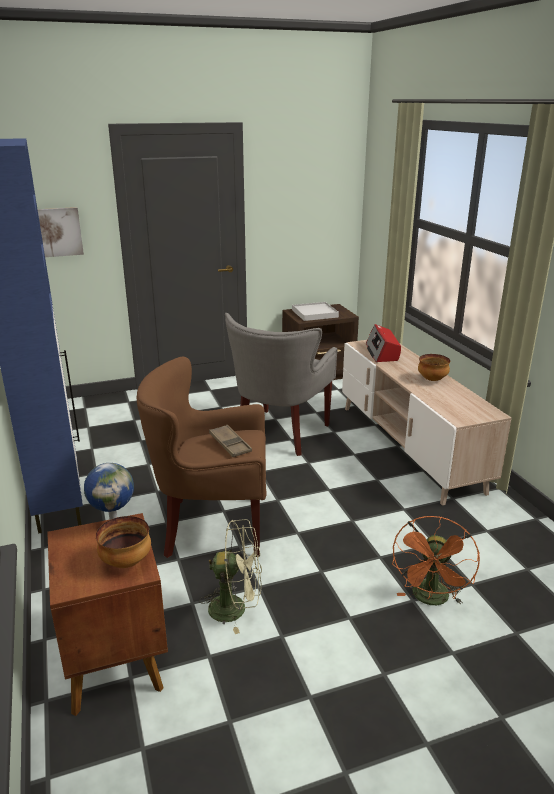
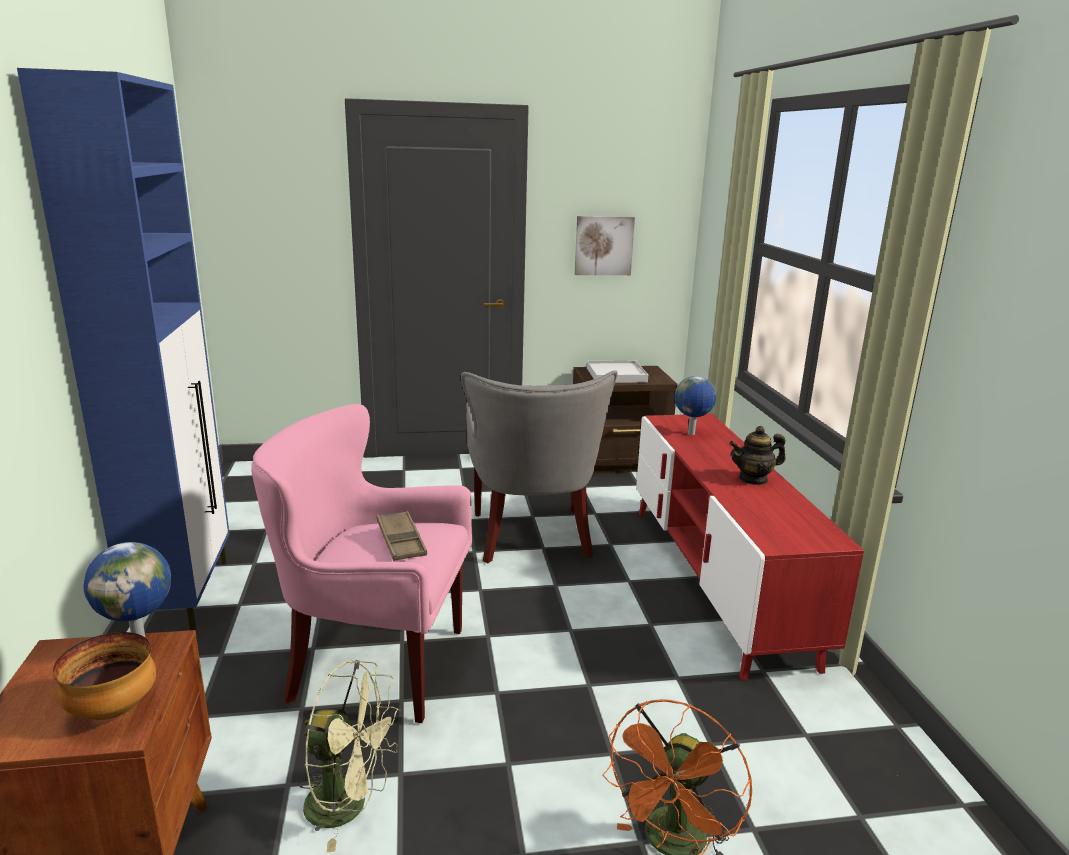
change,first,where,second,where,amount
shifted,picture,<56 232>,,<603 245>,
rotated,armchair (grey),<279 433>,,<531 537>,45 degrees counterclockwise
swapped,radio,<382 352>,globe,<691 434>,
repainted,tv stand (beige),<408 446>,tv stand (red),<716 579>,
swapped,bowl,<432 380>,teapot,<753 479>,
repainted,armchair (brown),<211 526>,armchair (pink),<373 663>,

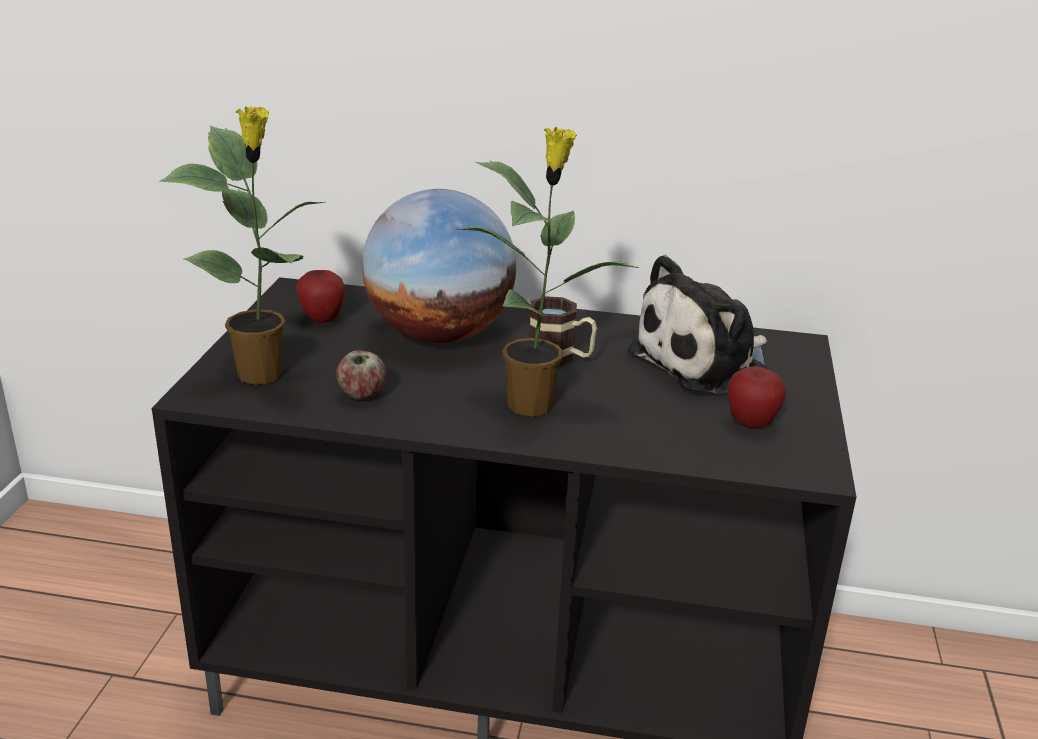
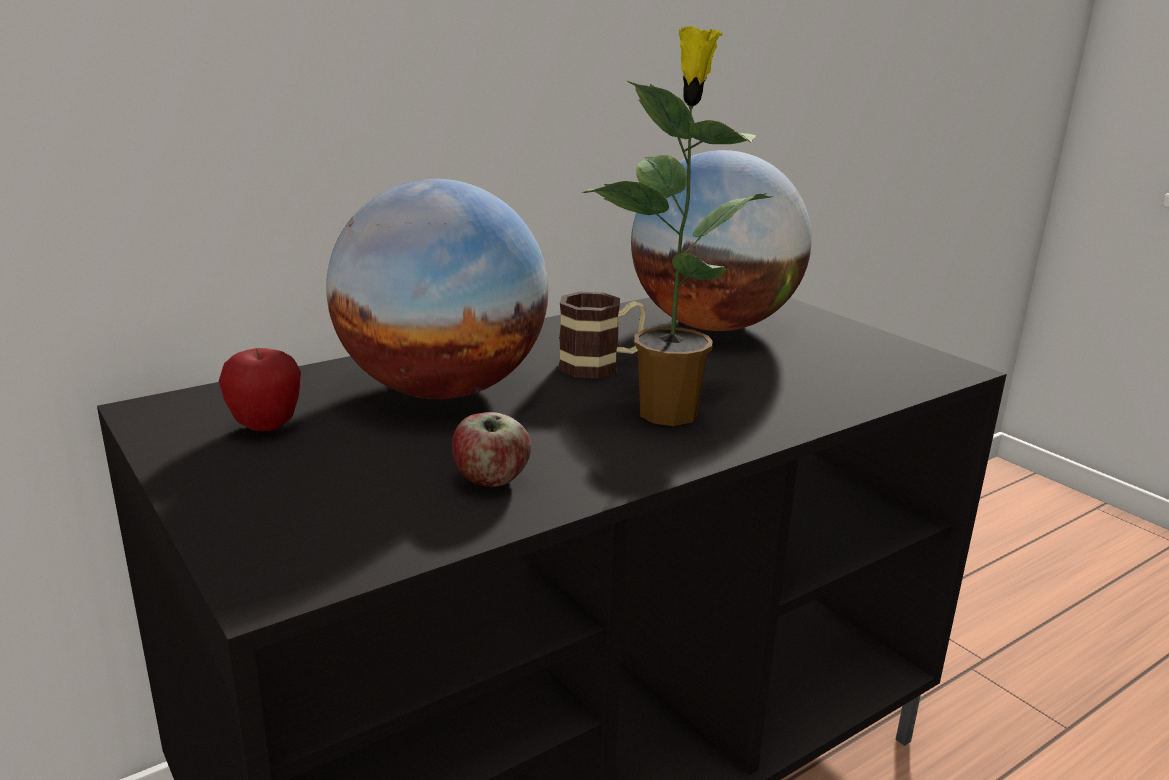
change,first,where,second,where,amount
gone,potted plant,<263 374>,,,
swapped,plush toy,<705 362>,globe,<713 326>,
gone,apple,<751 423>,,,

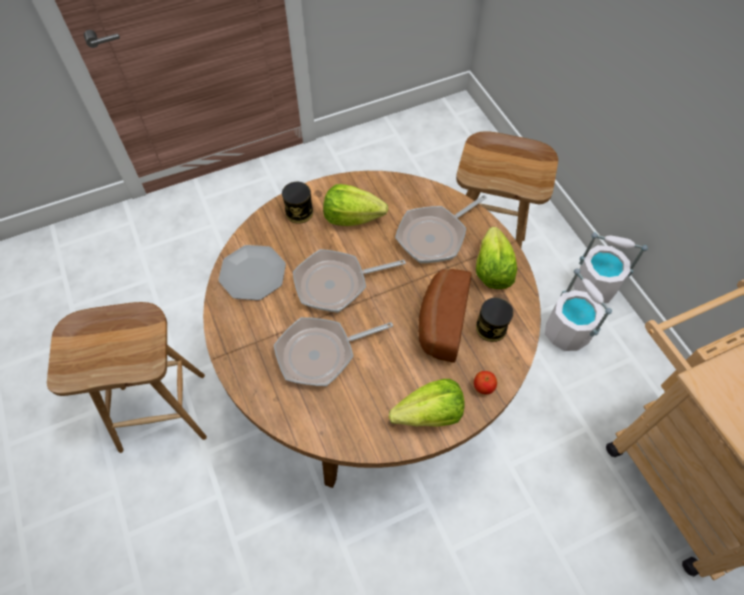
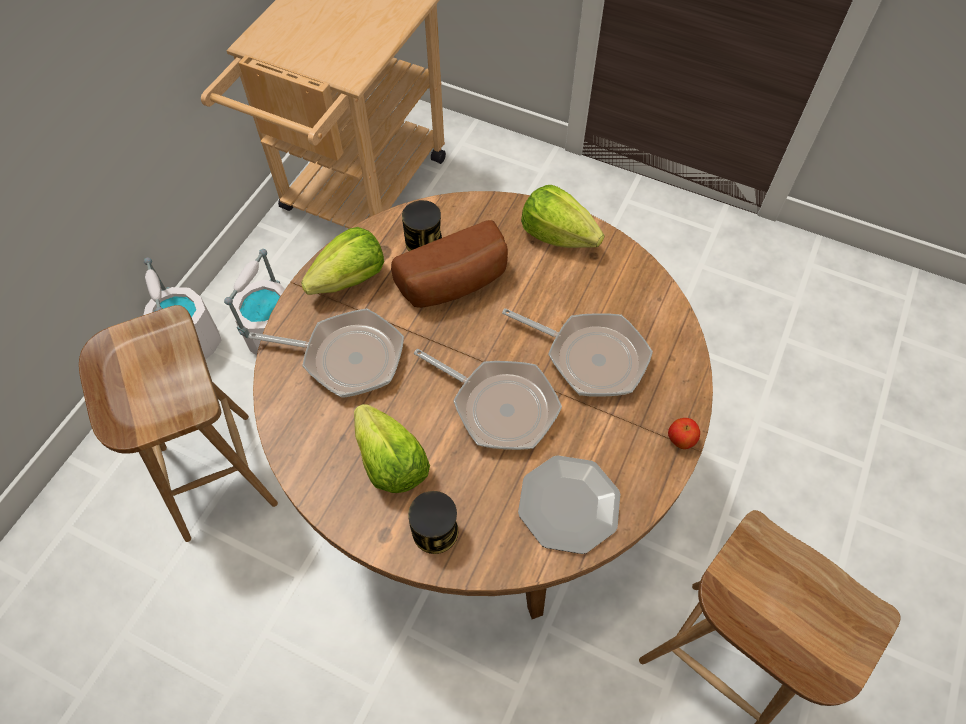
change,first,where,second,where,amount
shifted,apple,<483 387>,,<680 440>,

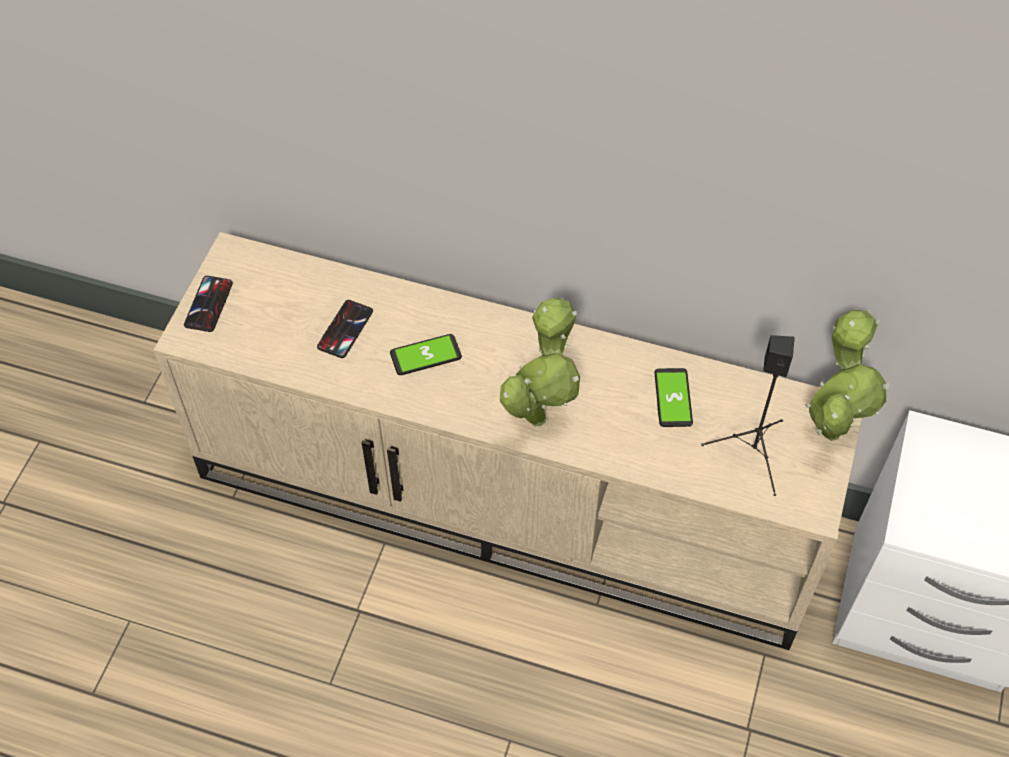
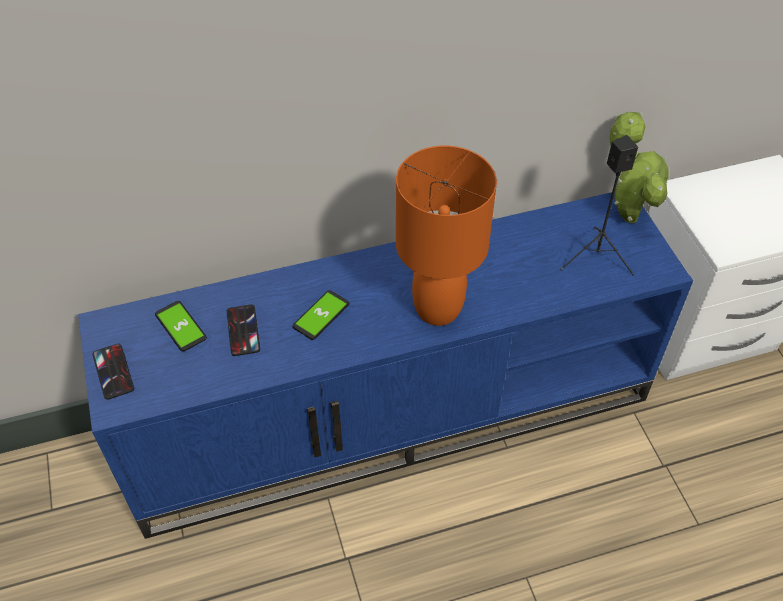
change,first,where,second,where,amount
repainted,tv stand (beige),<510 498>,tv stand (blue),<392 412>,
swapped,potted plant,<539 413>,table lamp (orange),<437 309>,
shifted,phone,<673 398>,,<180 326>,

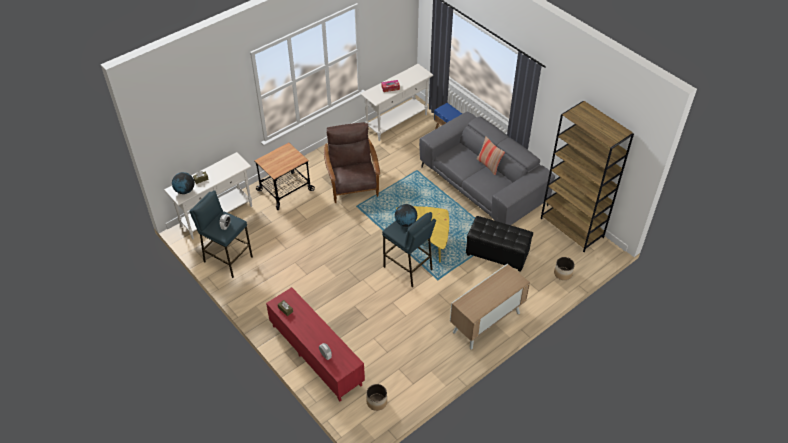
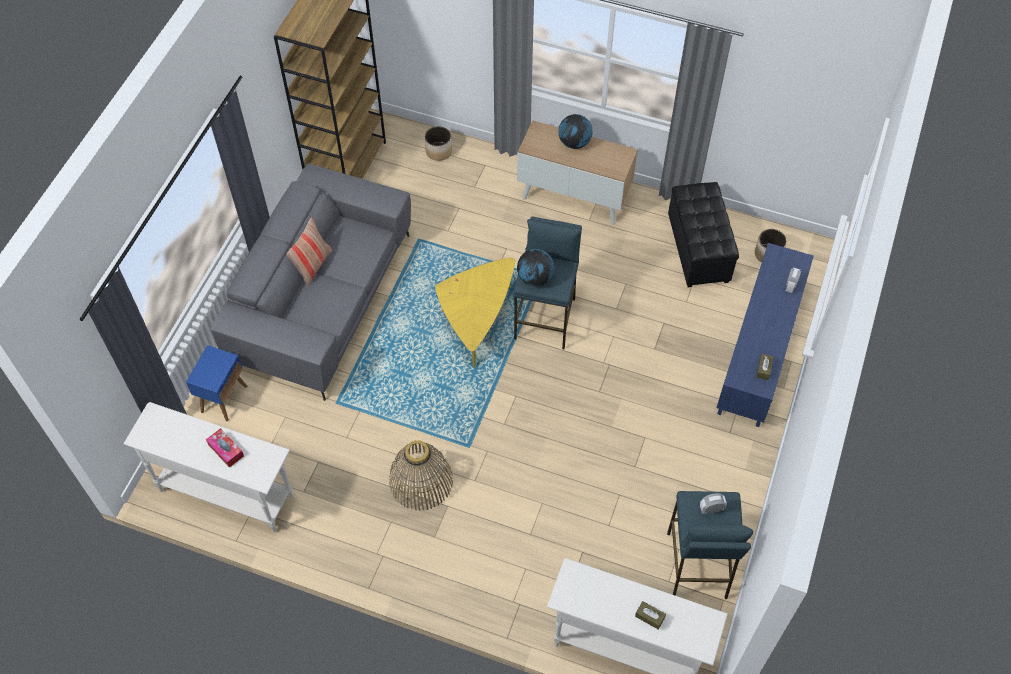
change,first,where,second,where,amount
swapped,armchair (brown),<352 183>,basket,<421 481>,
gone,cart,<285 190>,,,
shifted,globe,<185 191>,,<574 143>,
shifted,ottoman (black),<497 254>,,<699 250>,
repainted,tv stand (red),<316 355>,tv stand (blue),<759 350>,

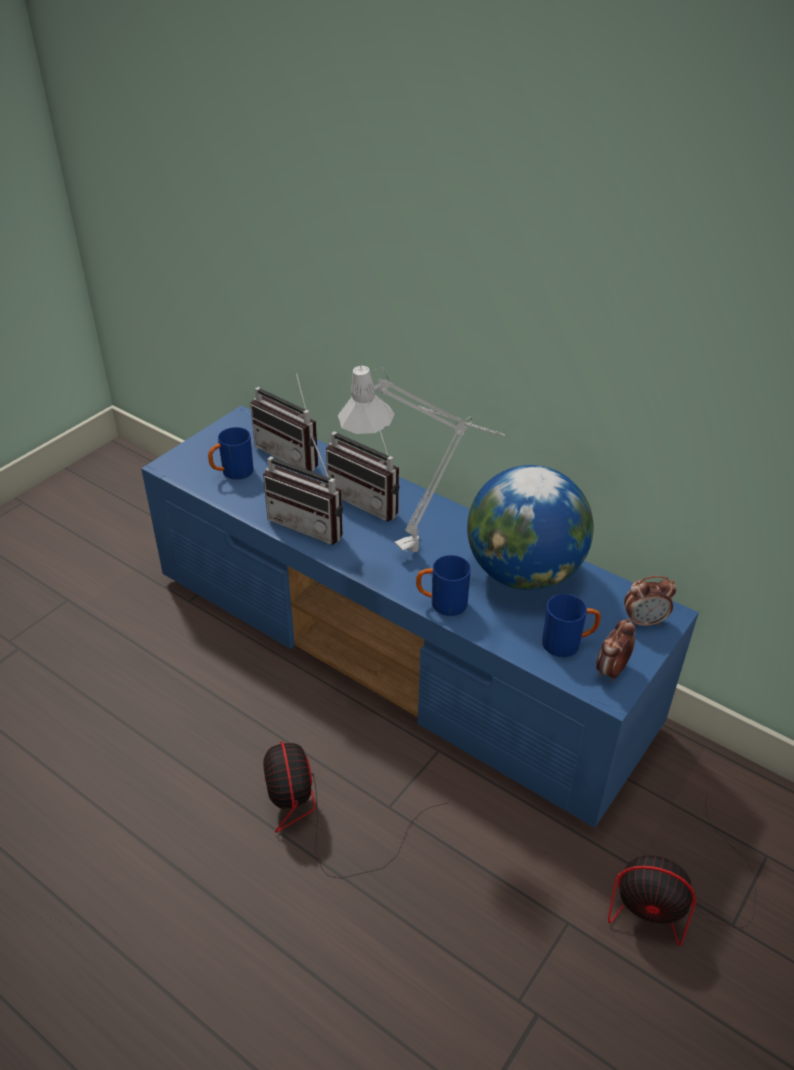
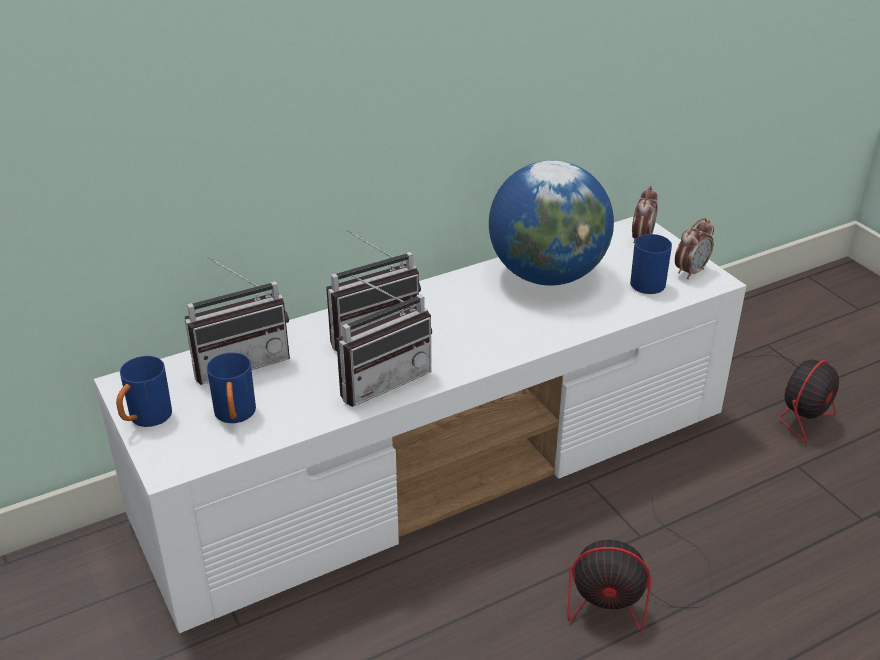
change,first,where,second,where,amount
gone,table lamp (grey),<424 547>,,,
repainted,tv stand (blue),<399 649>,tv stand (white),<442 466>,
shifted,mug (blue),<441 604>,,<145 419>,
rotated,alarm clock,<611 671>,,<690 272>,105 degrees counterclockwise

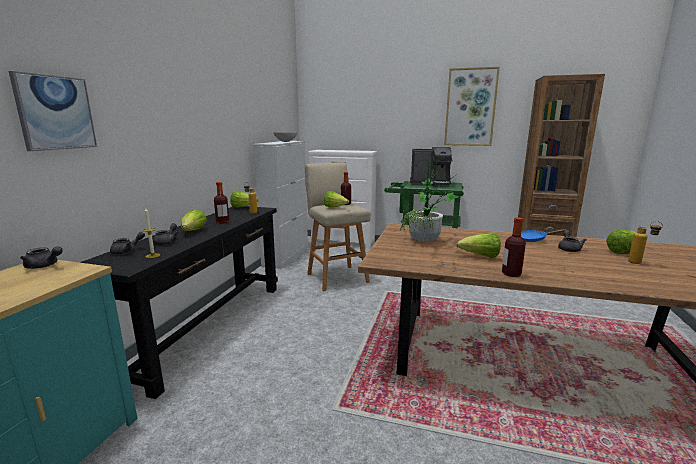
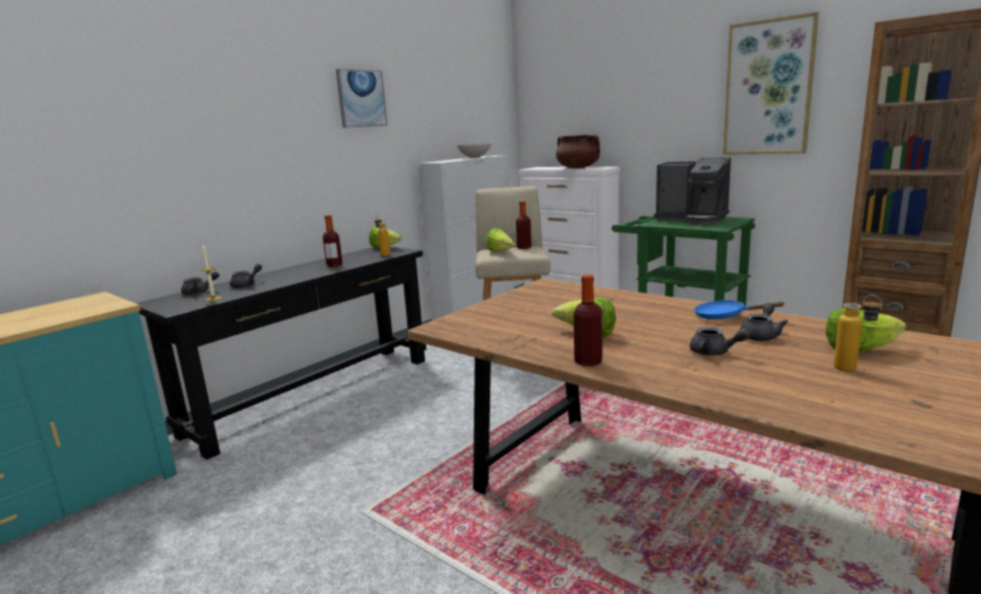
change,first,where,second,where,amount
shifted,picture,<55 113>,,<361 98>,
gone,potted plant,<426 242>,,,
gone,lettuce,<193 232>,,,
shifted,teapot (grey),<44 266>,,<714 353>,
new,,,cooking pot (brown),<578 168>,

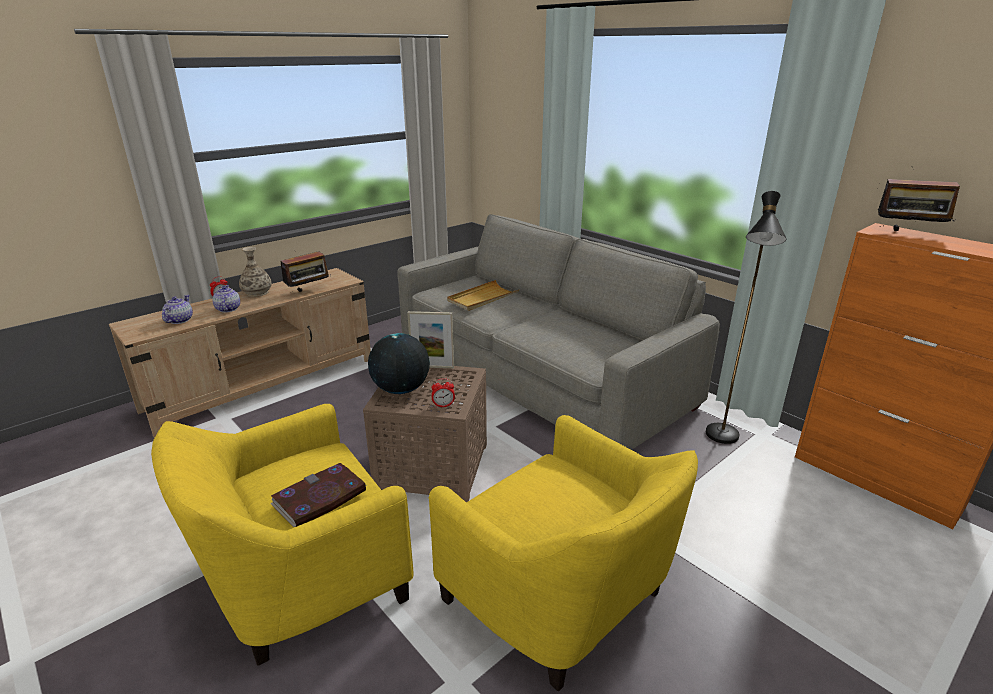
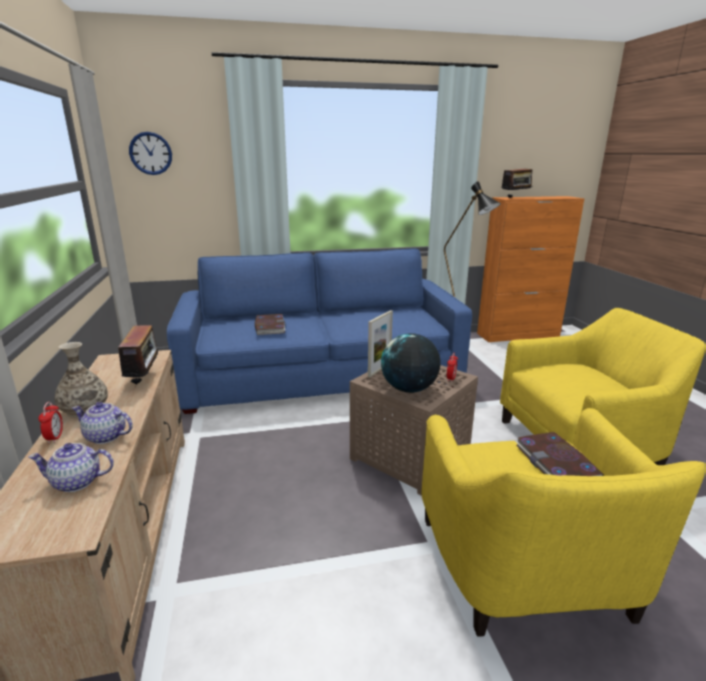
change,first,where,second,where,amount
repainted,sofa (grey),<539 372>,sofa (blue),<321 374>,
swapped,tray (beige),<482 298>,book,<269 326>,
rotated,teapot,<179 320>,,<77 482>,45 degrees counterclockwise
new,,,wall clock,<150 153>,

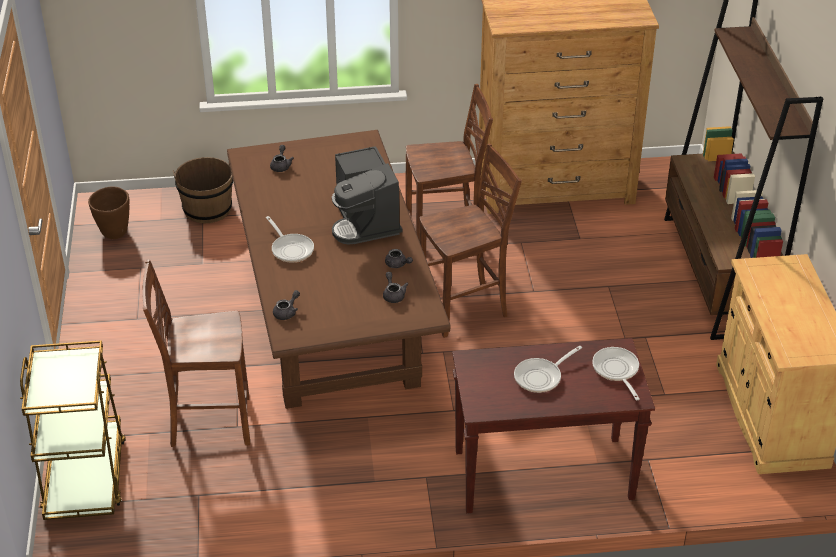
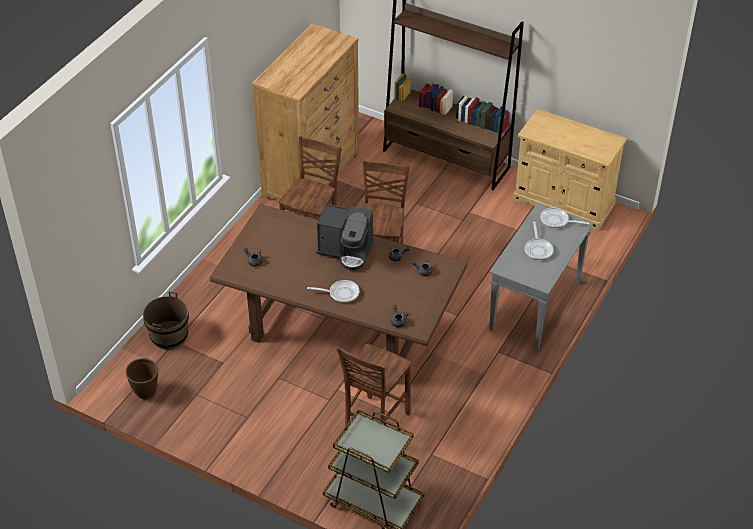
change,first,where,second,where,amount
repainted,console table (brown),<542 476>,console table (grey),<535 307>,

